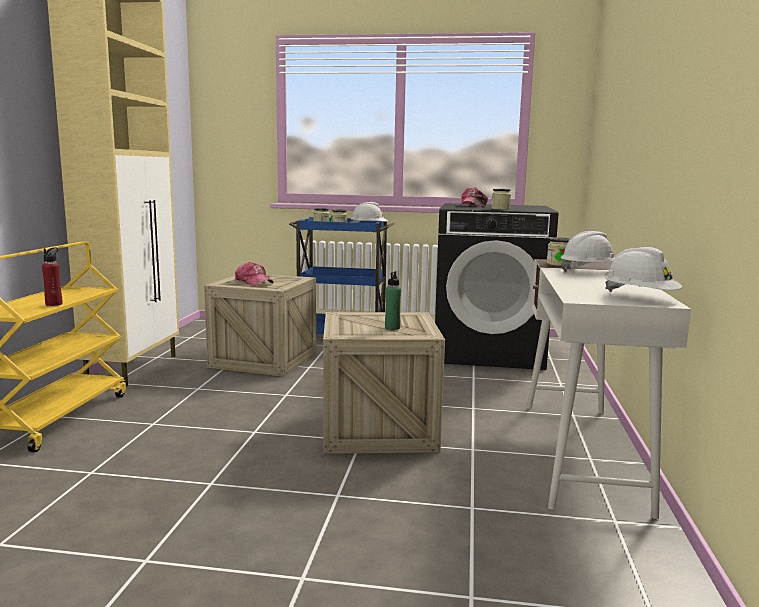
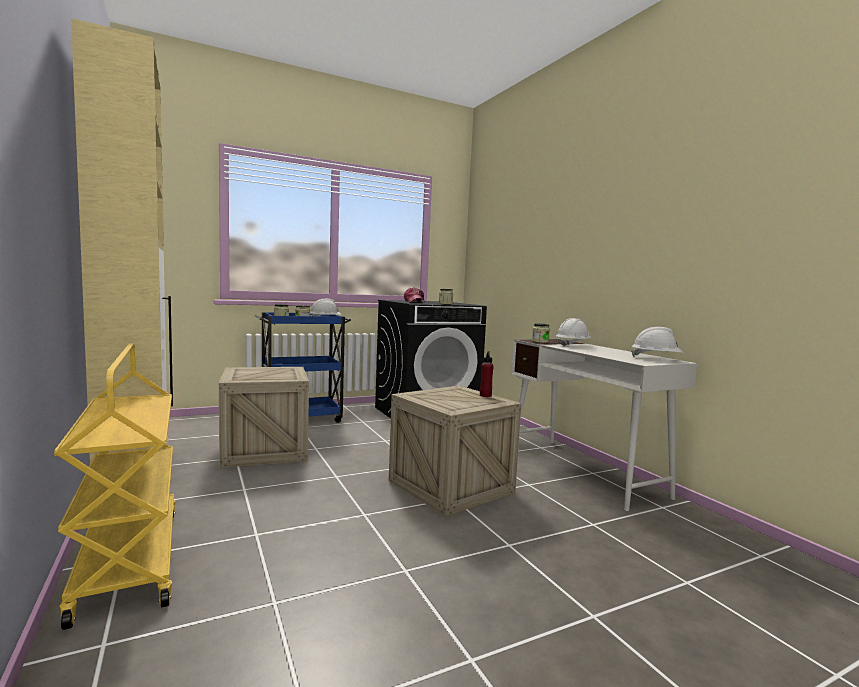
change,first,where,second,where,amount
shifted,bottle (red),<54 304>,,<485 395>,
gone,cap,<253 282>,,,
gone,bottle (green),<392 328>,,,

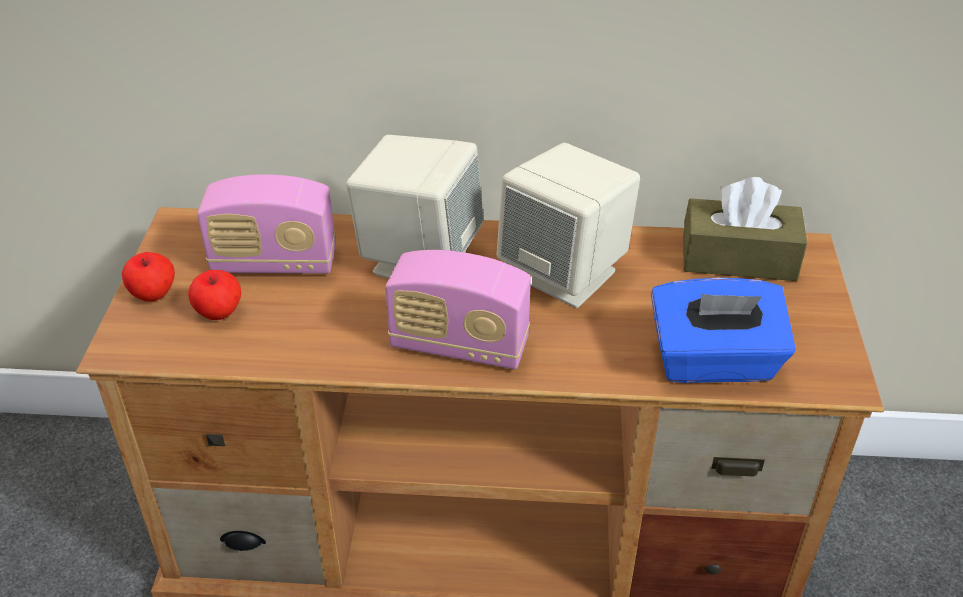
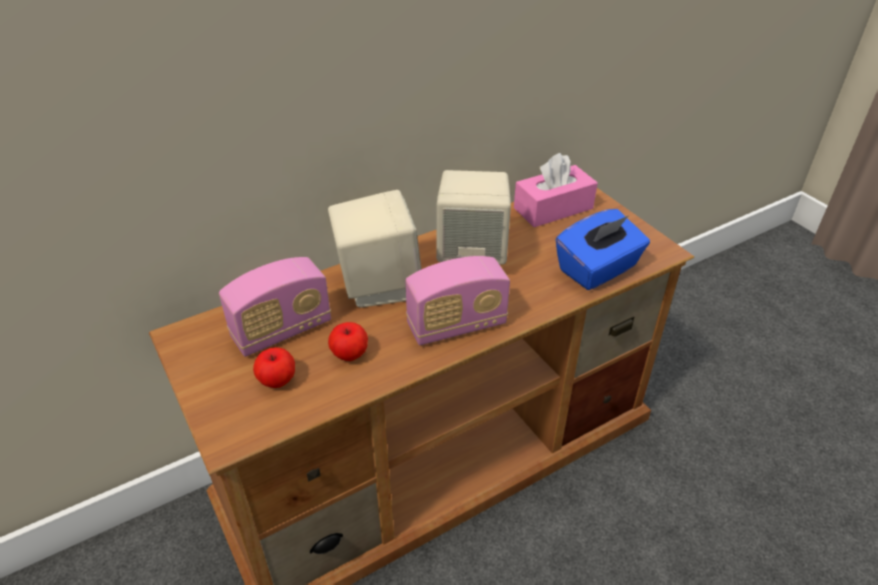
change,first,where,second,where,amount
repainted,tissue box (brown),<738 258>,tissue box (pink),<553 208>,
shifted,apple,<153 294>,,<350 354>,

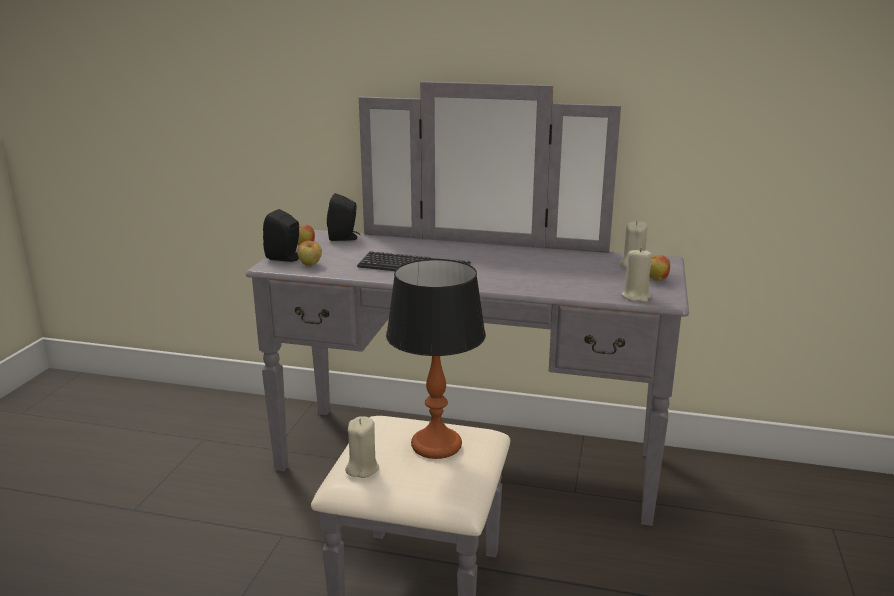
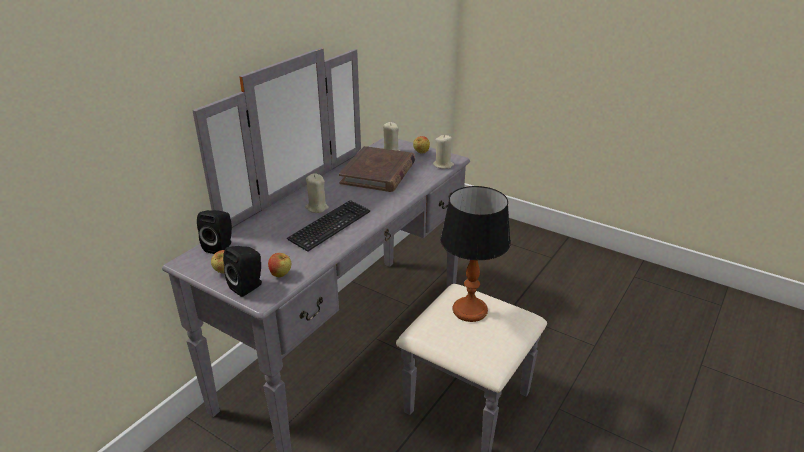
change,first,where,second,where,amount
shifted,candle (beige),<362 468>,,<317 208>,
new,,,book (brown),<378 173>,

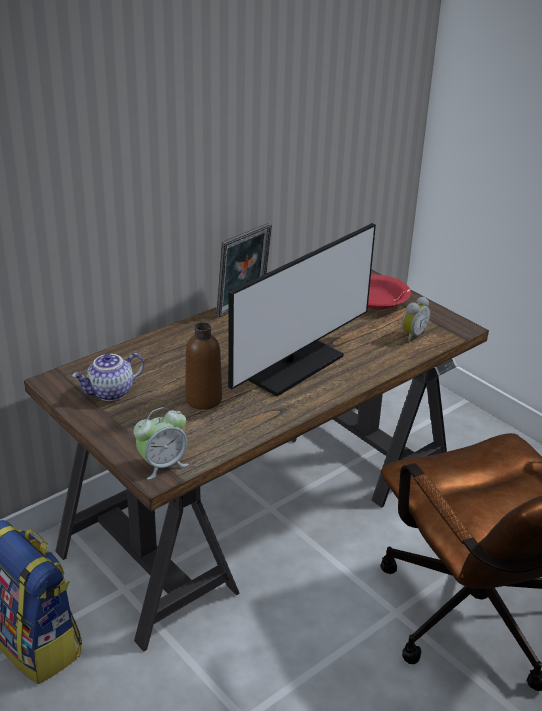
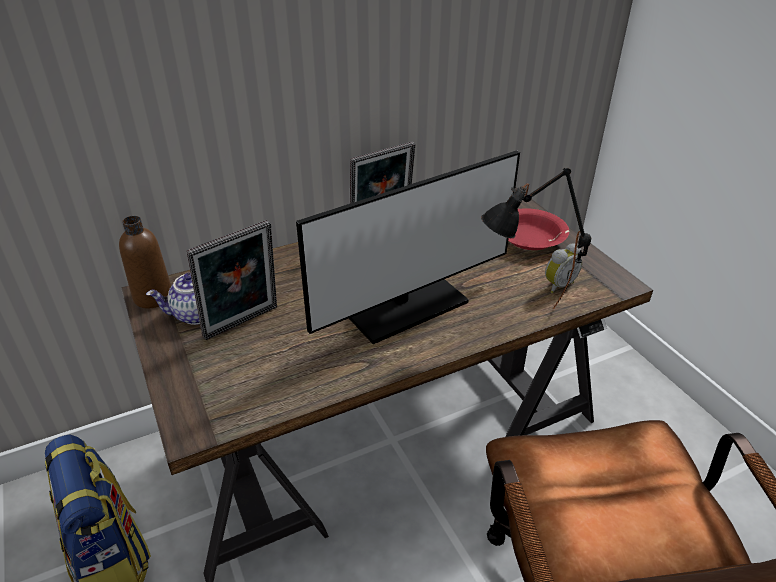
change,first,where,second,where,amount
shifted,bottle (brown),<203 399>,,<153 297>,
gone,alarm clock,<162 465>,,,
new,,,table lamp (black),<523 321>,
new,,,picture frame,<243 324>,

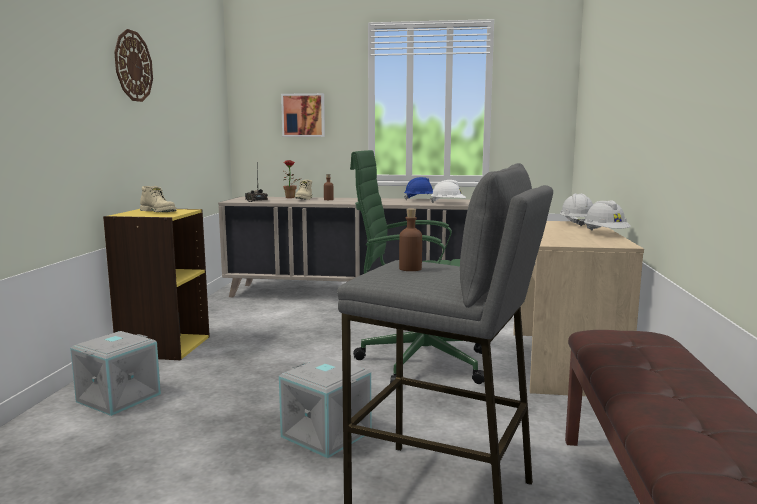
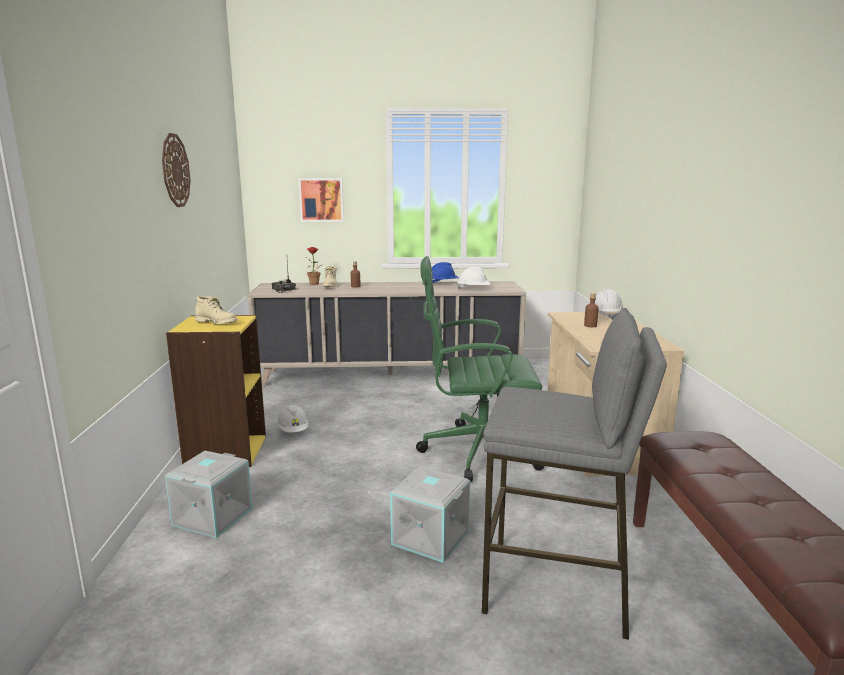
change,first,where,second,where,amount
shifted,hard hat (white),<605 234>,,<293 431>,
shifted,bottle (brown),<410 269>,,<590 325>,

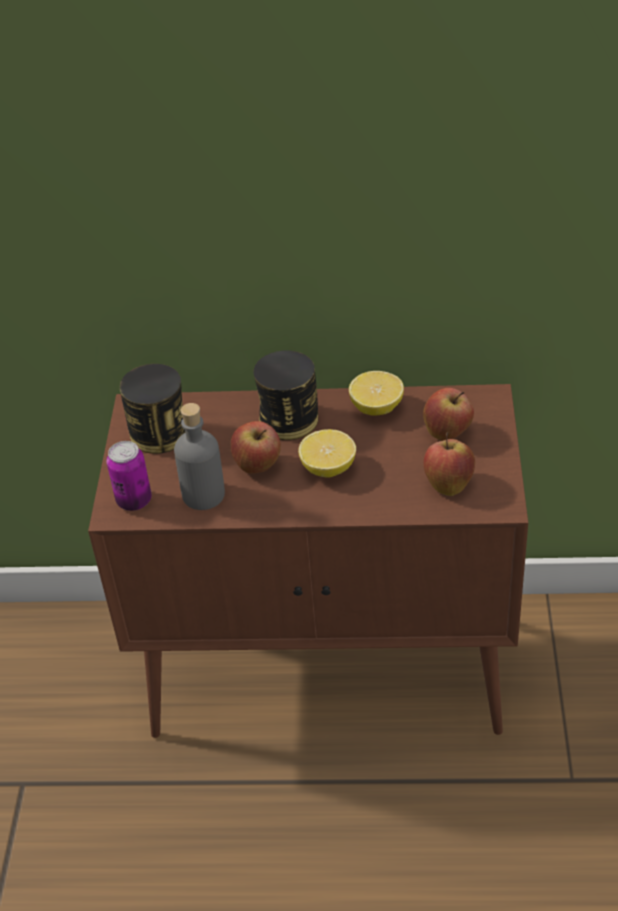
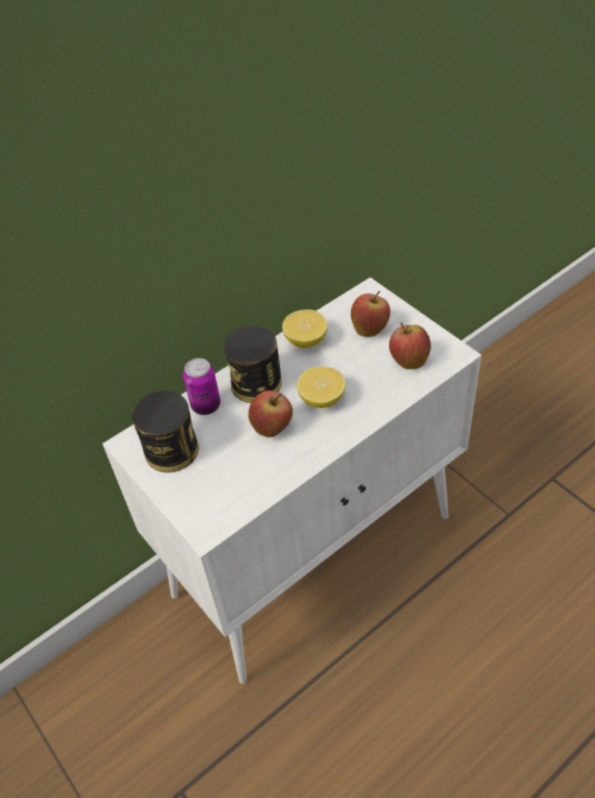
change,first,where,second,where,amount
repainted,cabinet (brown),<330 673>,cabinet (white),<315 553>,
gone,bottle (grey),<203 494>,,,
shifted,can,<134 500>,,<206 406>,

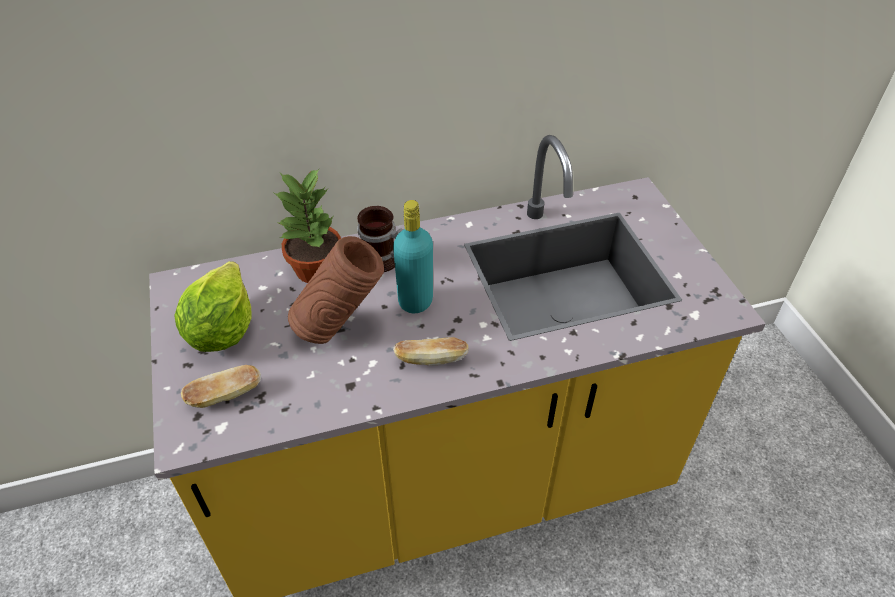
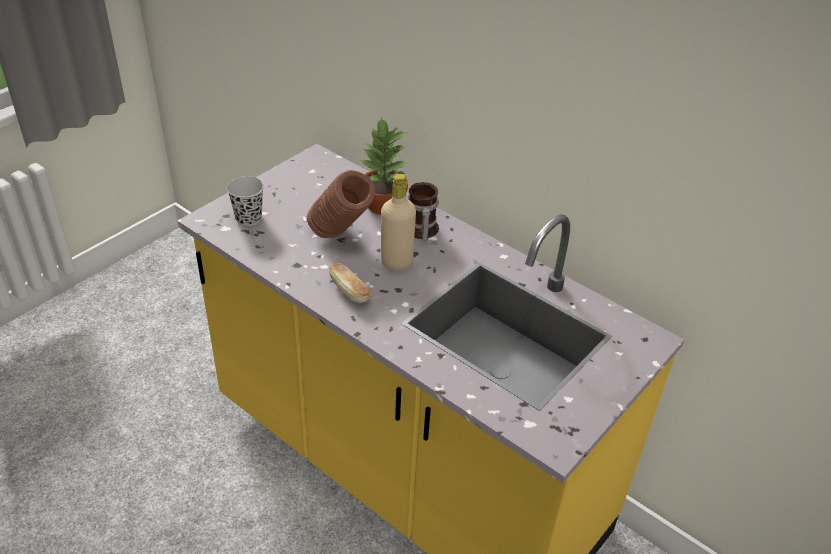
change,first,where,second,where,amount
repainted,bottle (turquoise),<415 301>,bottle (beige),<396 262>,
gone,lettuce,<222 330>,,,
swapped,bread,<225 396>,cup (black),<248 218>,

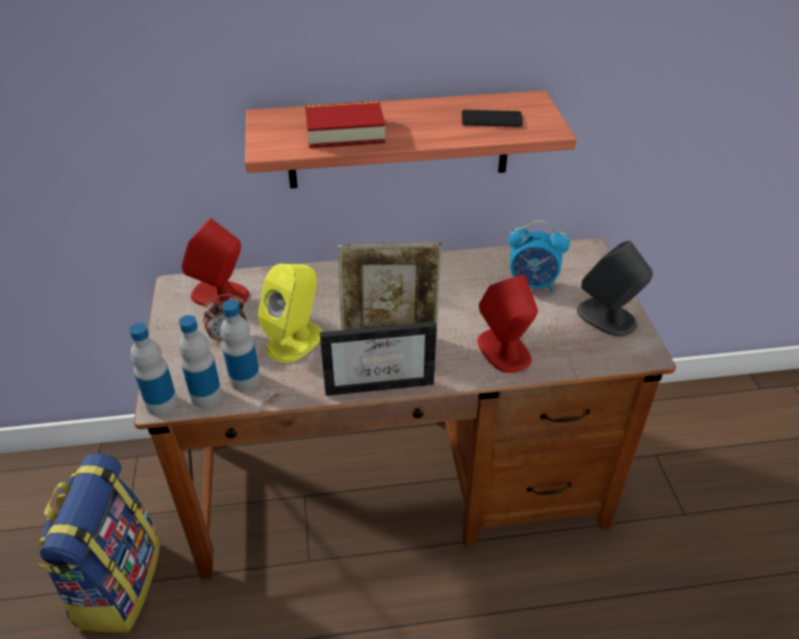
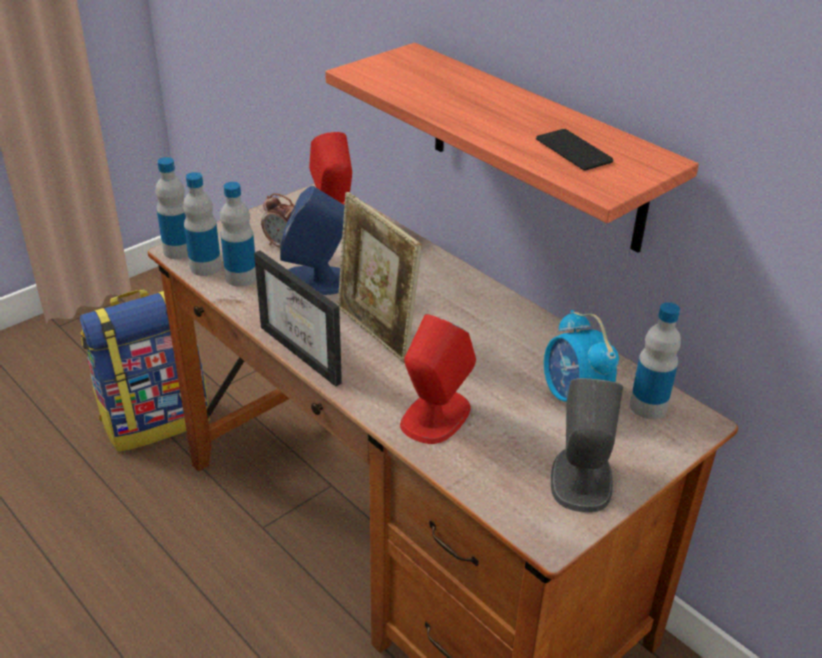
change,first,where,second,where,amount
gone,book,<345 132>,,,
repainted,speaker (yellow),<295 340>,speaker (blue),<316 281>,
new,,,bottle,<648 406>,

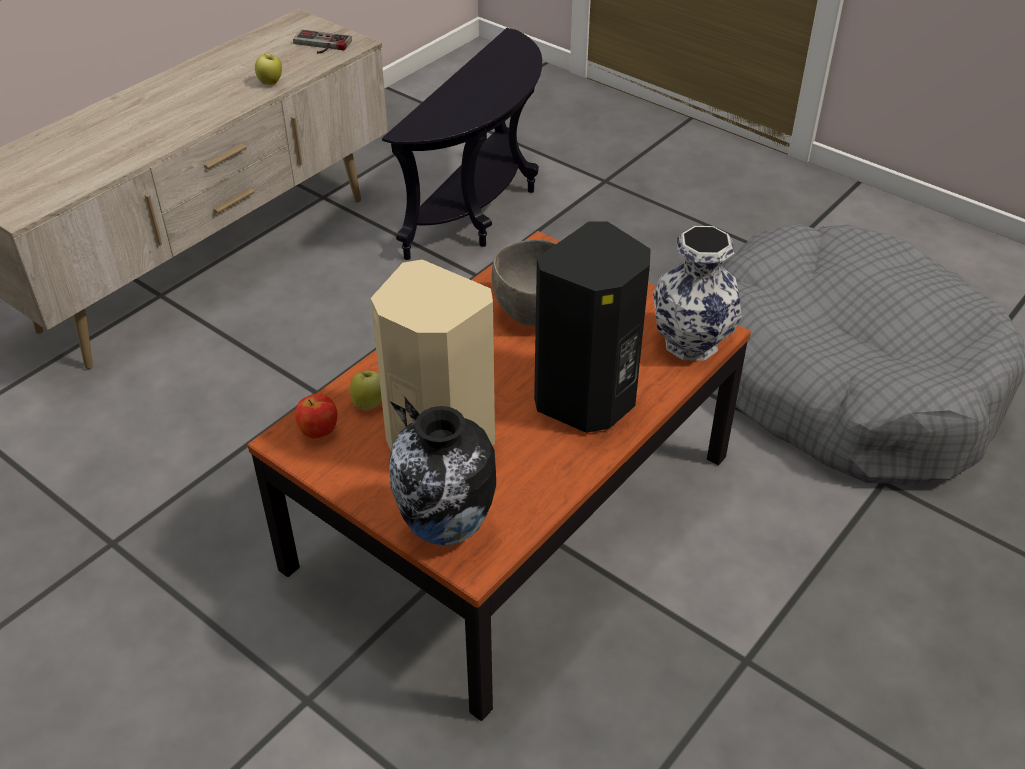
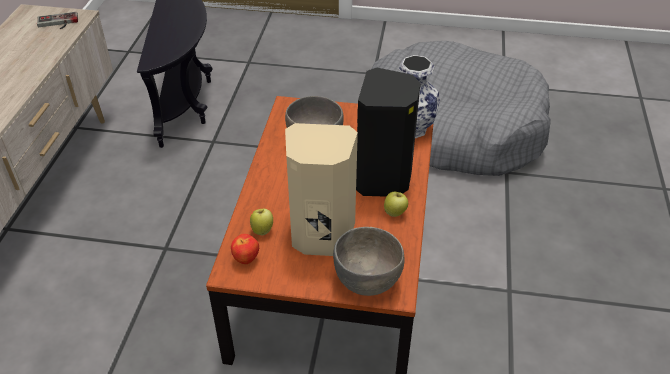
change,first,where,second,where,amount
shifted,apple,<271 83>,,<395 213>,
swapped,vase,<447 530>,bowl (grey),<367 282>,

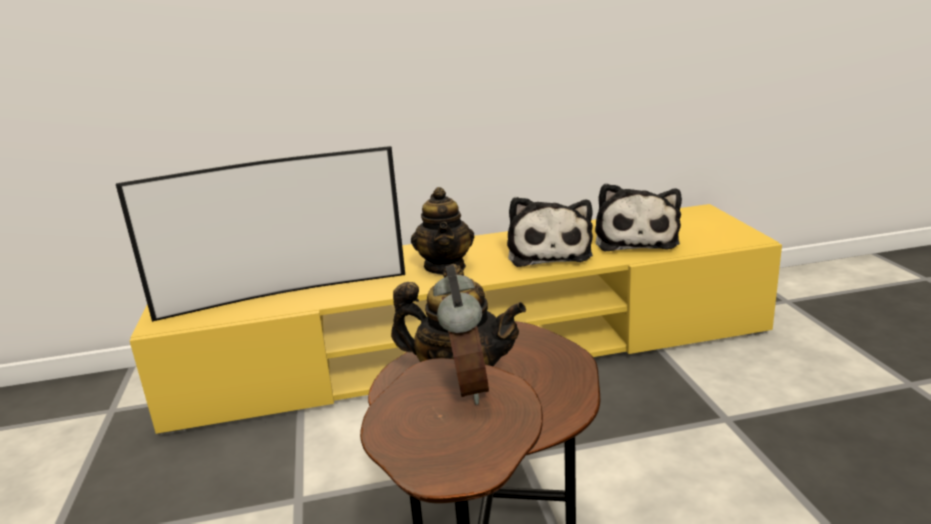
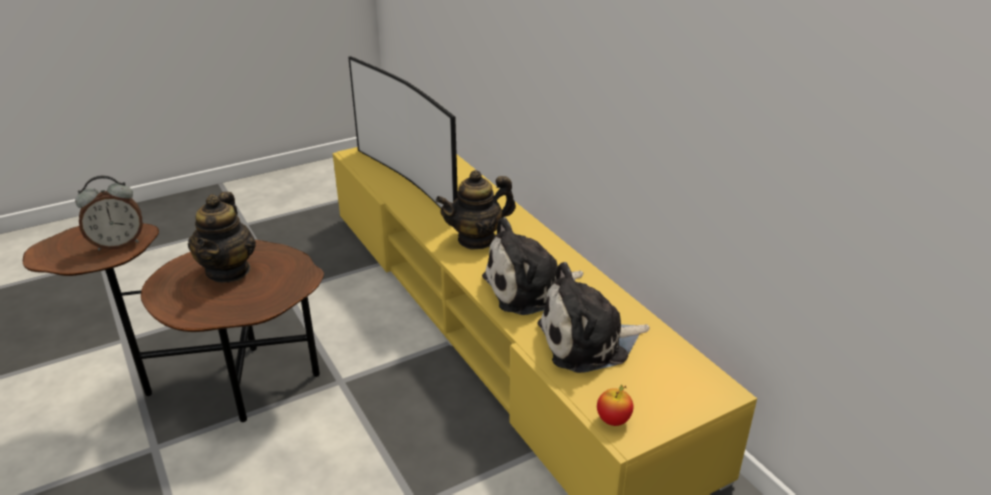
change,first,where,second,where,amount
new,,,apple,<613 420>,

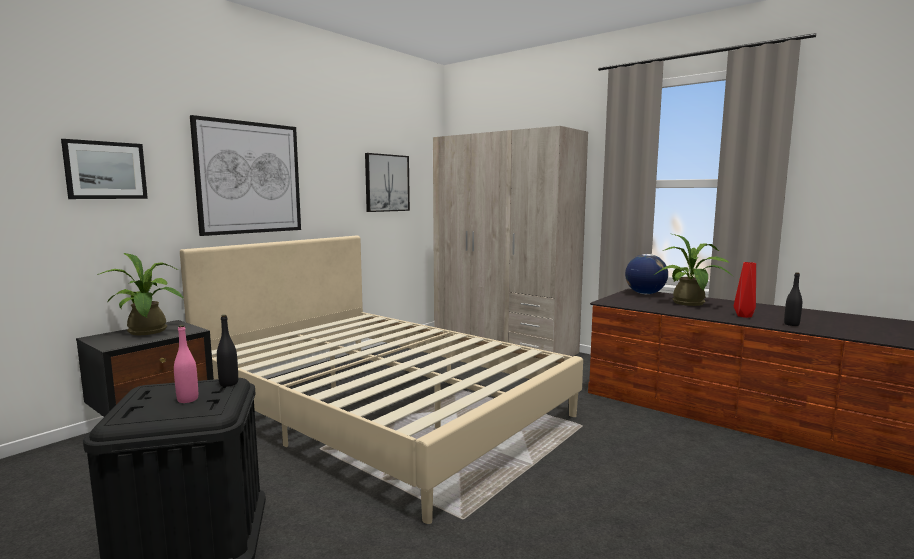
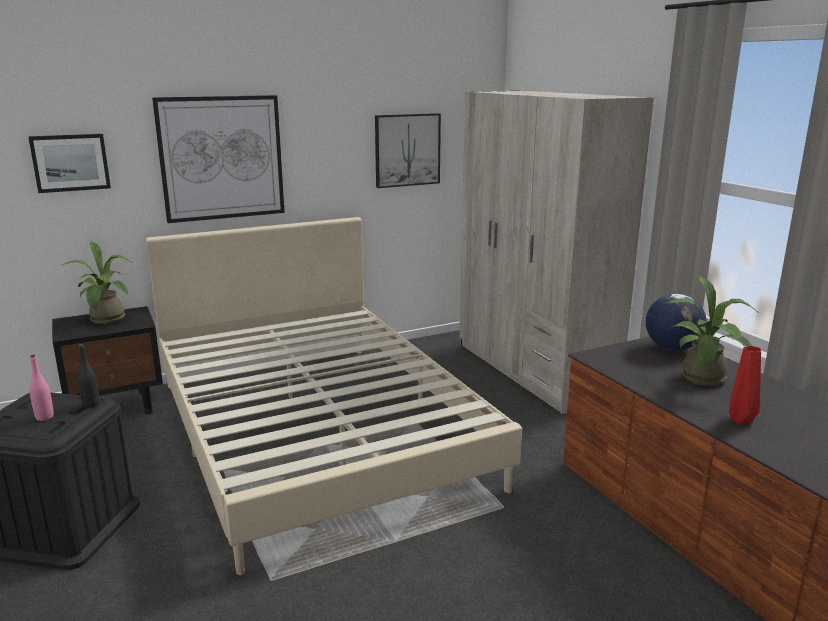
change,first,where,second,where,amount
gone,bottle (black),<791 324>,,,

